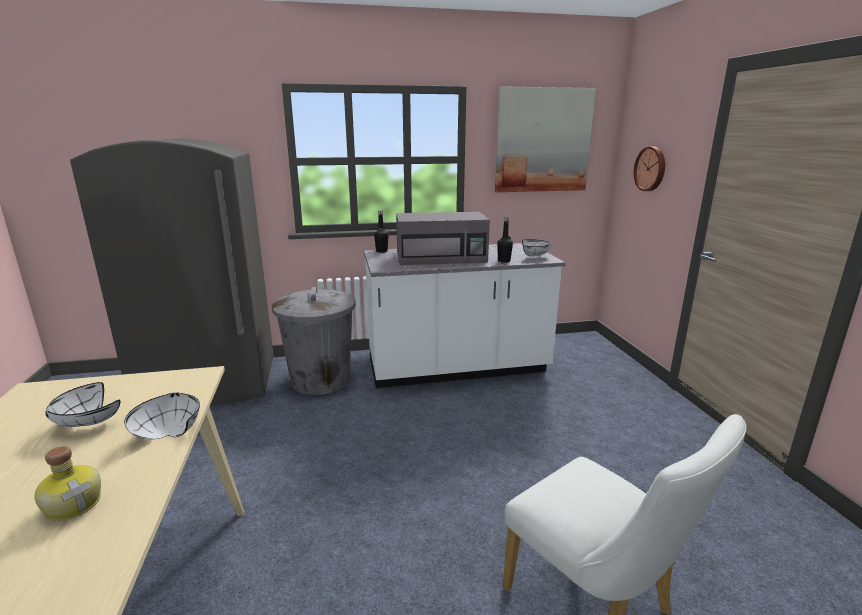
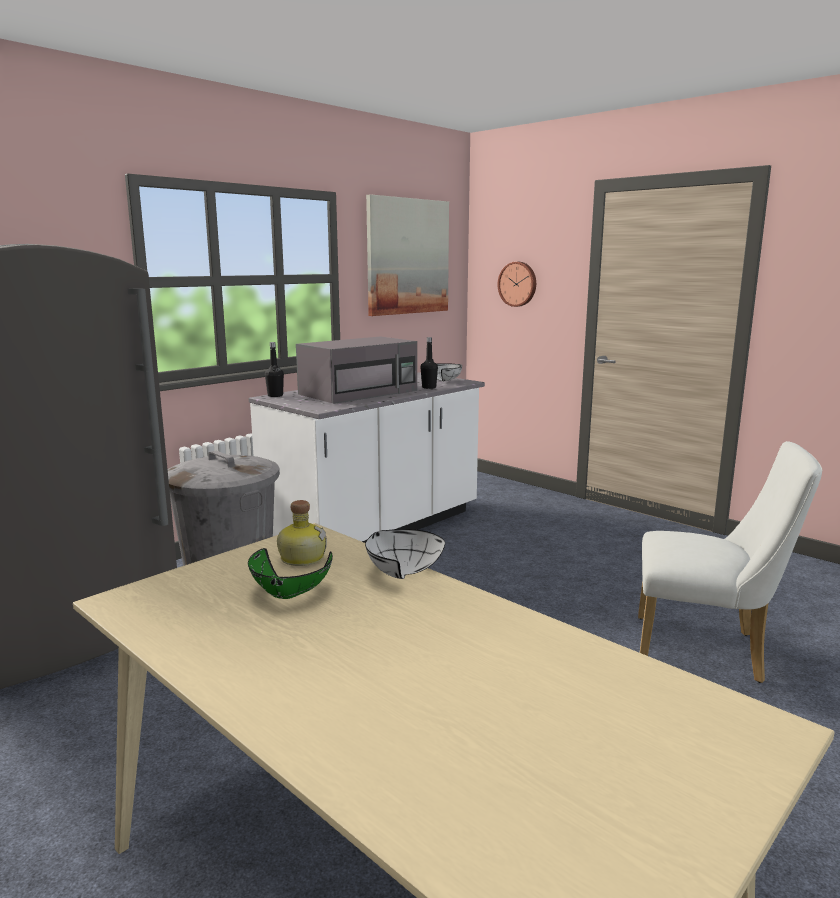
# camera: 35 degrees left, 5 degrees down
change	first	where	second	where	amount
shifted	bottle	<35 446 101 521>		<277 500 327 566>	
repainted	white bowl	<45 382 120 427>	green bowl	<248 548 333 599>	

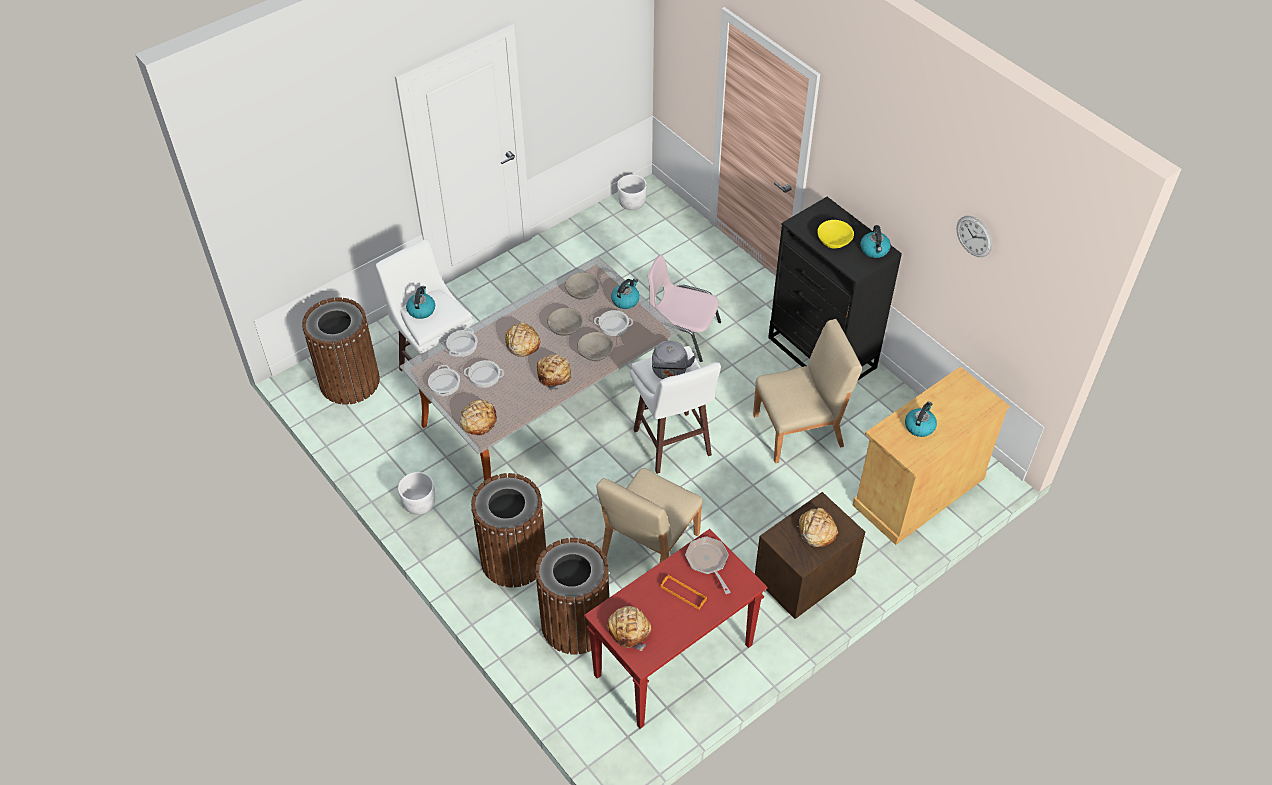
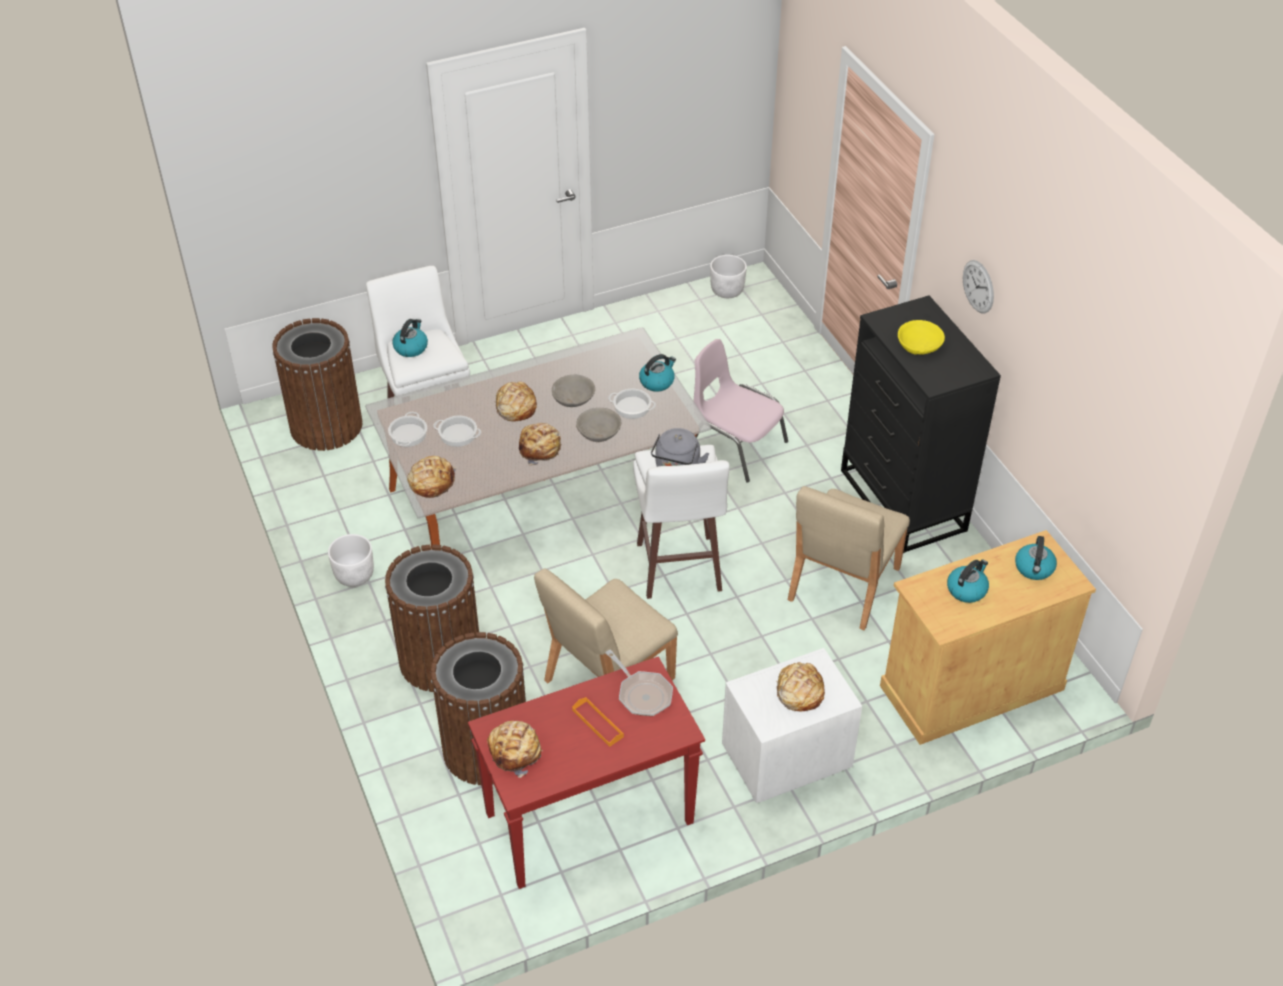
# camera: 15 degrees right, 5 degrees down
change	first	where	second	where	amount
gone	cooking pot	<446 328 477 357>			
gone	grey bowl	<565 272 600 300>			
rotated	frying pan	<685 536 730 594>		<605 649 673 716>	150 degrees clockwise
rotated	beige chair	<753 319 862 463>		<788 486 910 630>	120 degrees clockwise
repainted	brown nightstand	<755 492 865 619>	white nightstand	<722 648 862 803>	
shifted	kettle	<861 225 891 258>		<1015 536 1057 580>	
shifted	wall clock	<956 216 992 257>		<963 260 994 313>	

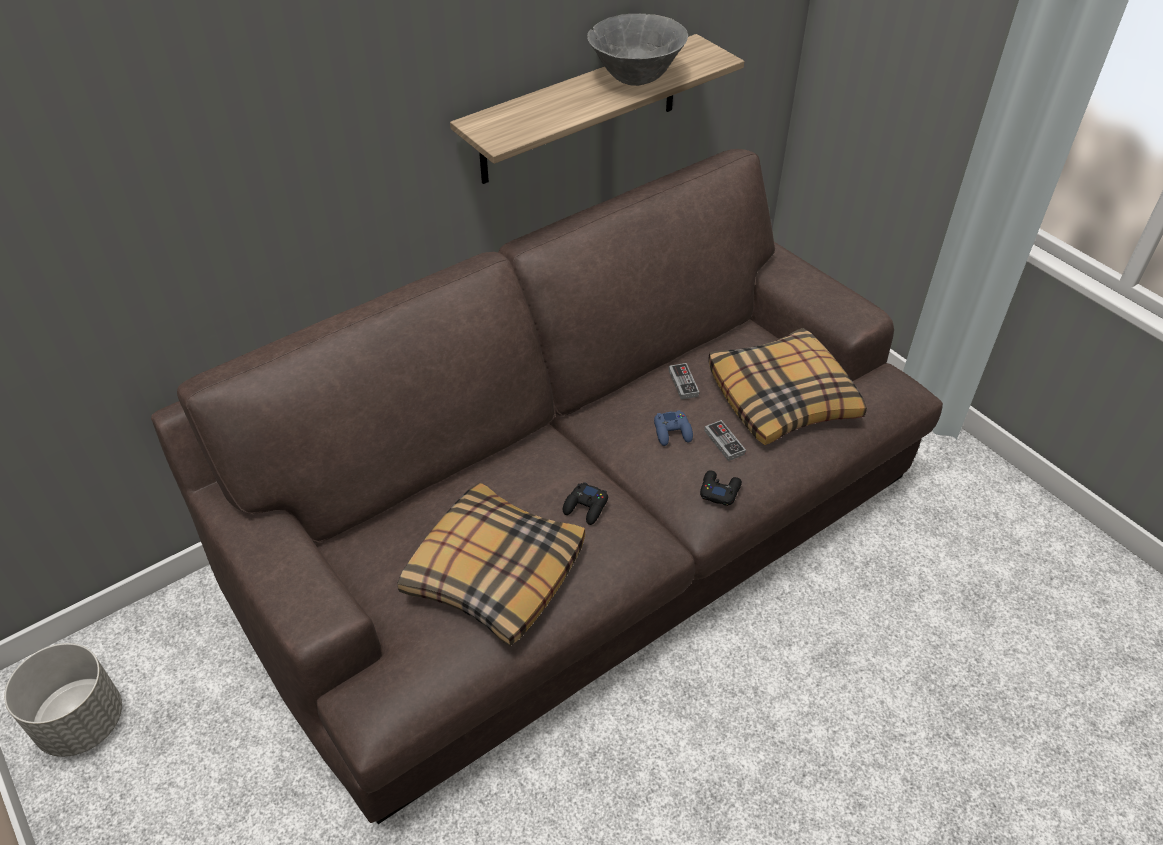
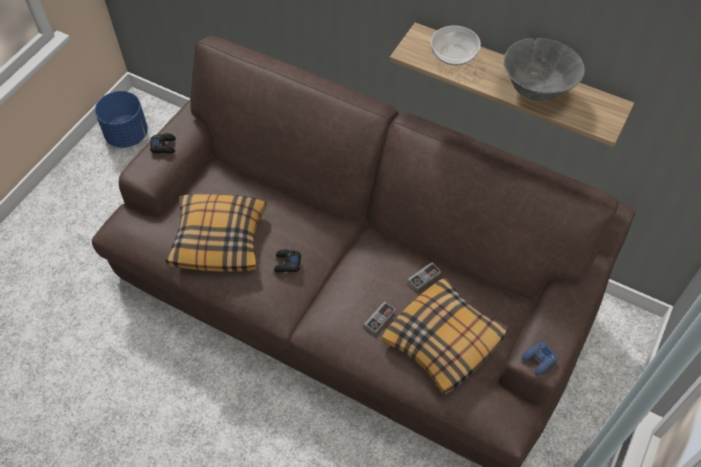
# camera: 65 degrees right, 10 degrees up
change	first	where	second	where	amount
repainted	grey planter	<4 643 122 757>	blue planter	<95 91 148 148>	
shifted	blue game controller	<654 410 693 446>		<522 342 558 376>	
shifted	black game controller	<700 471 742 506>		<150 133 176 153>	
new			bowl	<431 26 481 66>	

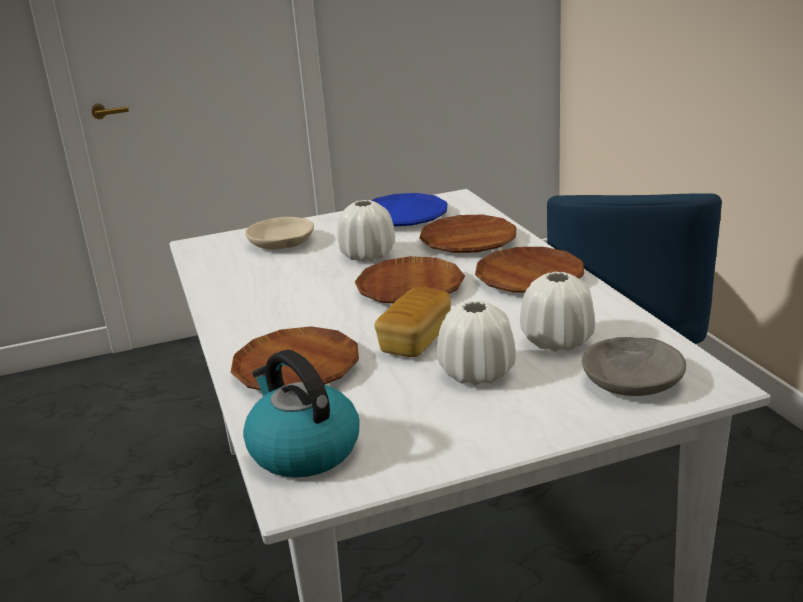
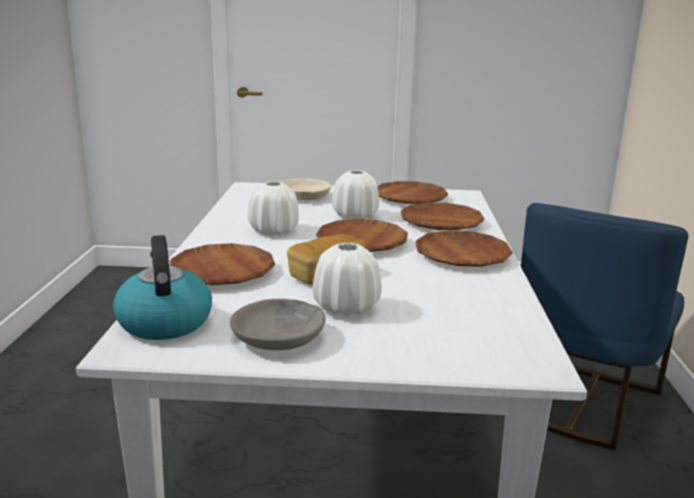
# camera: 20 degrees right, 5 degrees down
change	first	where	second	where	amount
repainted	blue plate	<371 193 447 226>	brown plate	<377 181 448 204>	
shifted	white vase	<520 272 595 352>		<248 181 299 235>	
shifted	grey bowl	<582 337 686 396>		<230 299 325 350>	

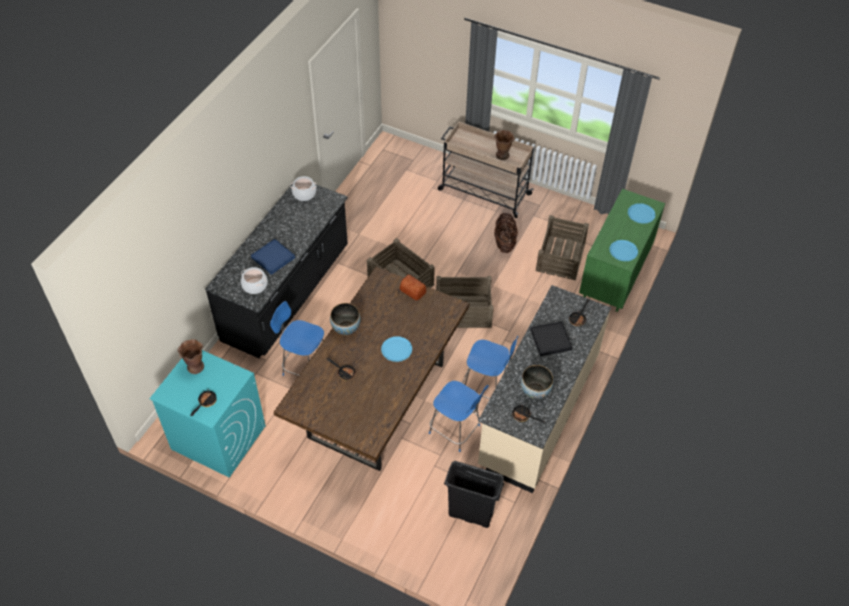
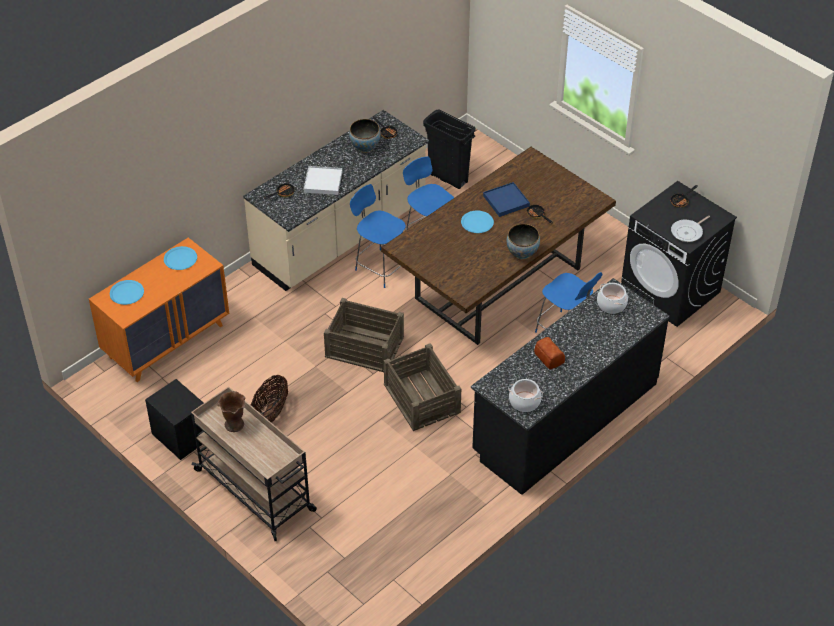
# camera: 160 degrees left, 5 degrees down
change	first	where	second	where	amount
repainted	turquoise washing machine	<149 350 266 478>	black washing machine	<621 181 737 327>	
swapped	brown vase	<177 339 204 374>	frying pan	<671 215 710 242>	
shifted	blue tray	<251 239 295 275>		<483 182 530 217>	
shifted	bread	<400 275 426 300>		<534 337 565 369>	
repainted	black tray	<530 321 572 356>	white tray	<304 166 342 195>	
gone	crate	<536 215 589 280>			
repainted	green dresser	<579 189 665 312>	orange dresser	<89 238 229 382>	
new			black nightstand	<145 379 204 460>	

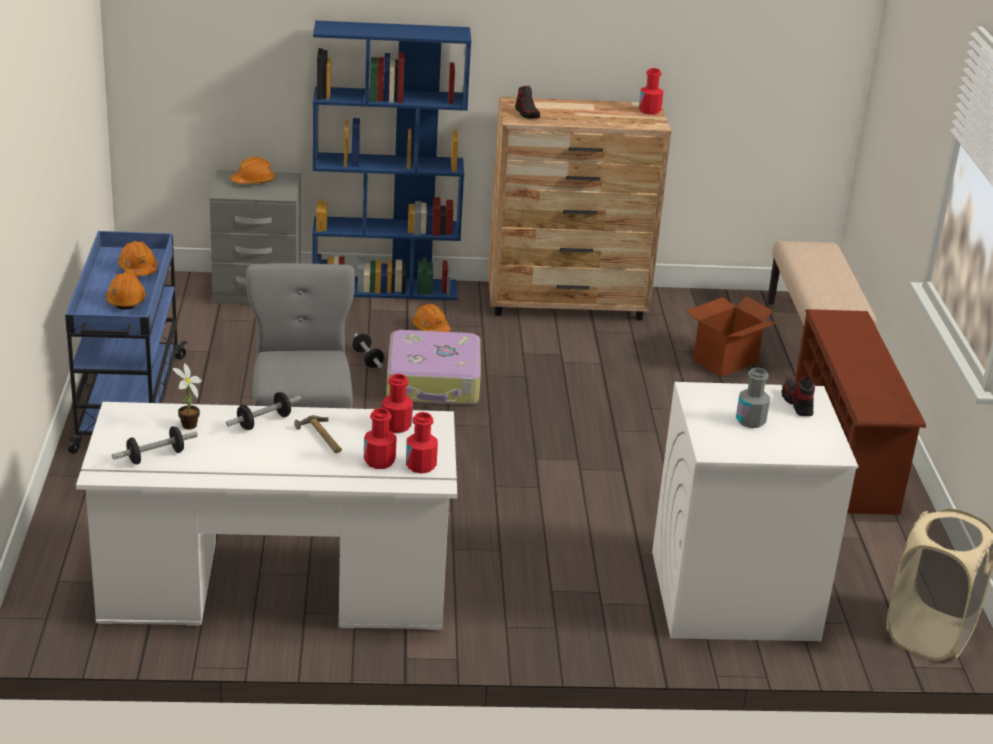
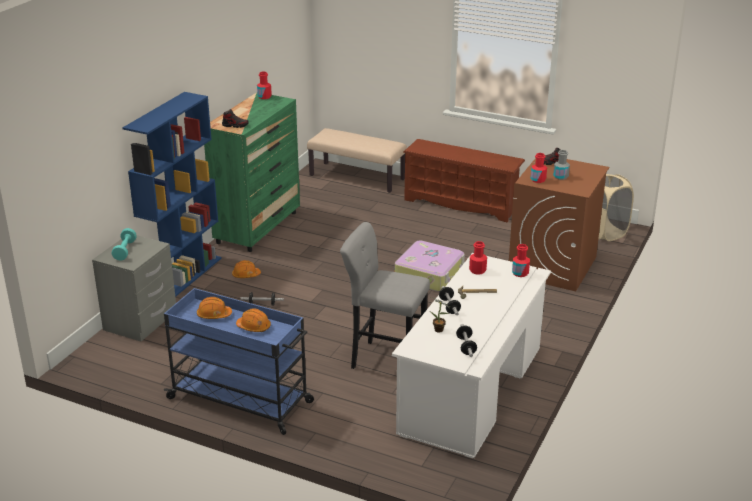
# camera: 60 degrees left, 0 degrees up
change	first	where	second	where	amount
swapped	orange hard hat	<231 157 275 184>	turquoise dumbbell	<112 228 137 261>	
shifted	red bottle	<364 408 397 469>		<531 153 547 183>	
shifted	suitcase	<386 330 481 405>		<395 240 465 292>	
repainted	brown dresser	<488 97 671 321>	green dresser	<204 92 300 252>	
repainted	white washing machine	<652 382 858 641>	brown washing machine	<509 155 609 291>	
gone	cardboard box	<686 296 778 377>			

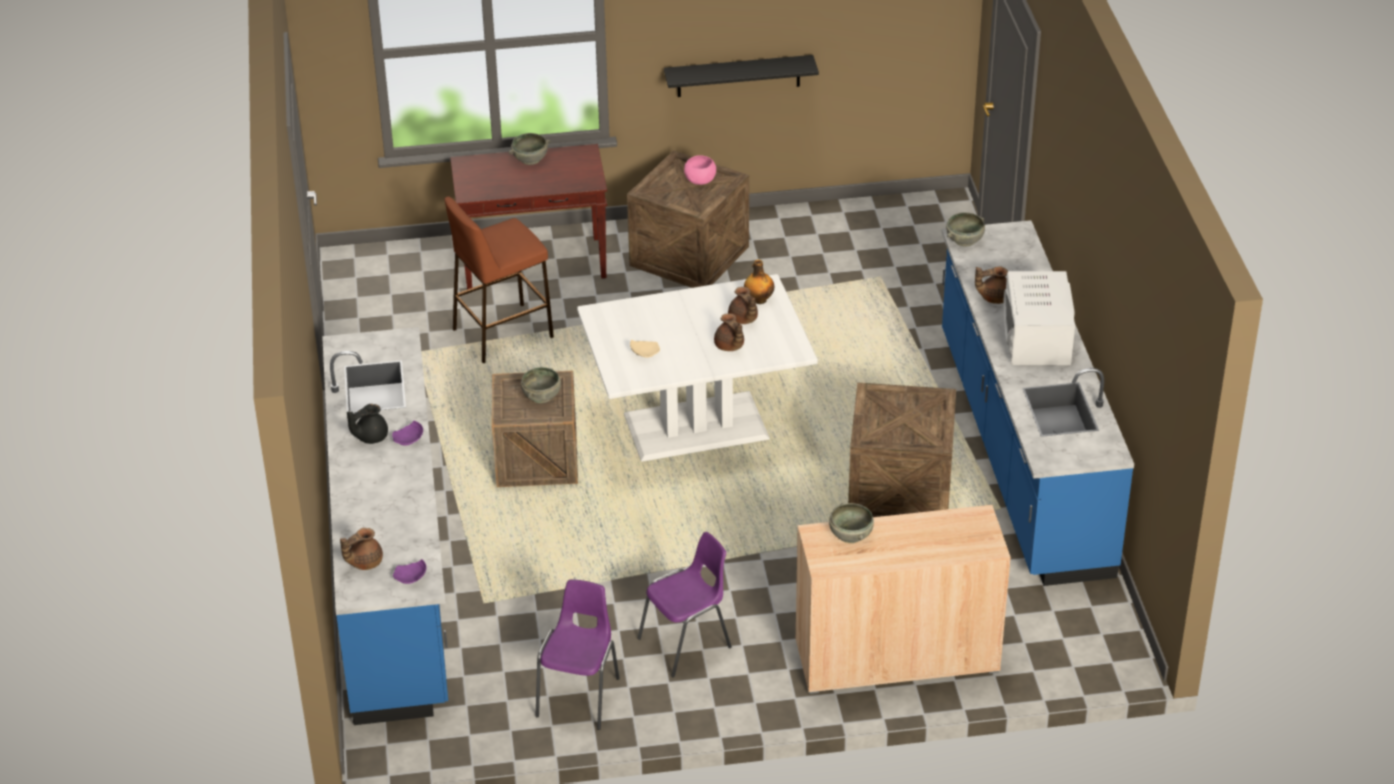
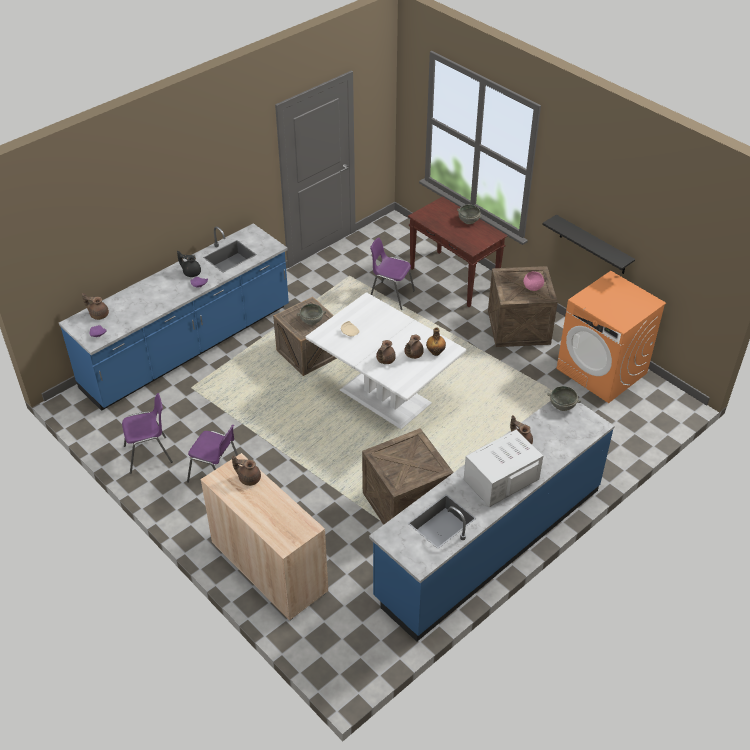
# camera: 55 degrees right, 5 degrees up
change	first	where	second	where	amount
swapped	brown stool	<445 196 554 363>	purple chair	<370 237 415 310>	
swapped	grey bowl	<829 503 874 543>	brown teapot	<232 456 261 486>	
new			orange washing machine	<556 271 666 403>	

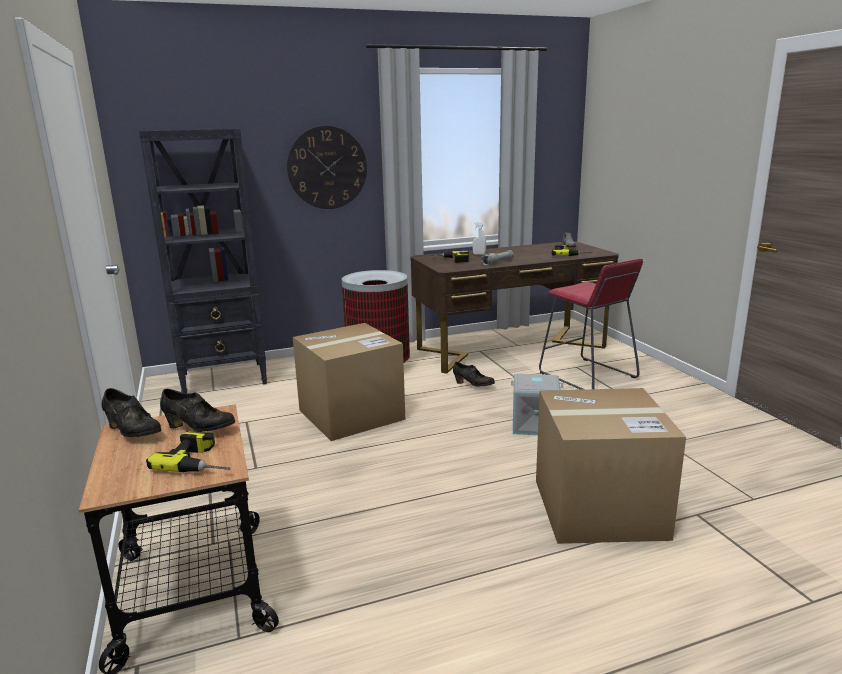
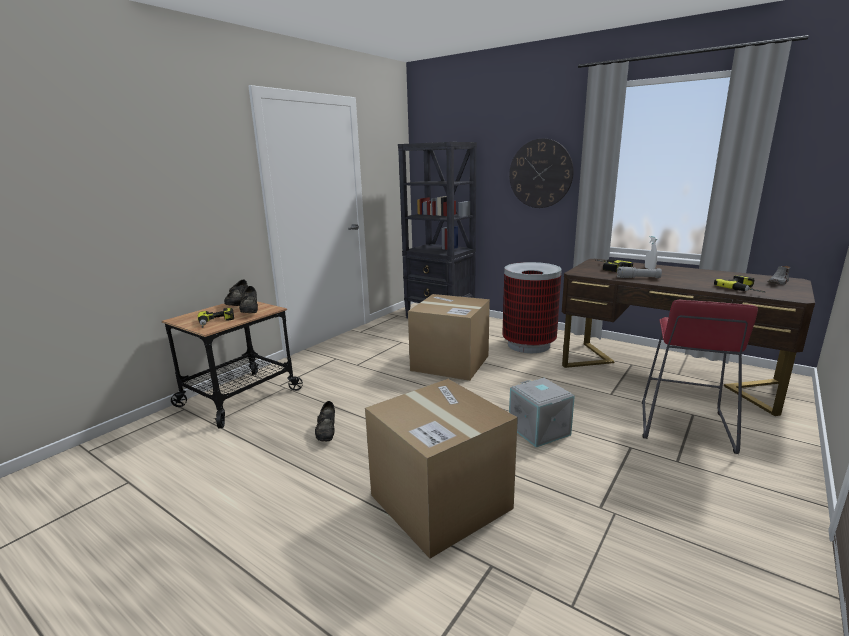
# camera: 55 degrees right, 0 degrees up
change	first	where	second	where	amount
shifted	black shoe	<453 362 495 386>		<315 401 335 442>	

